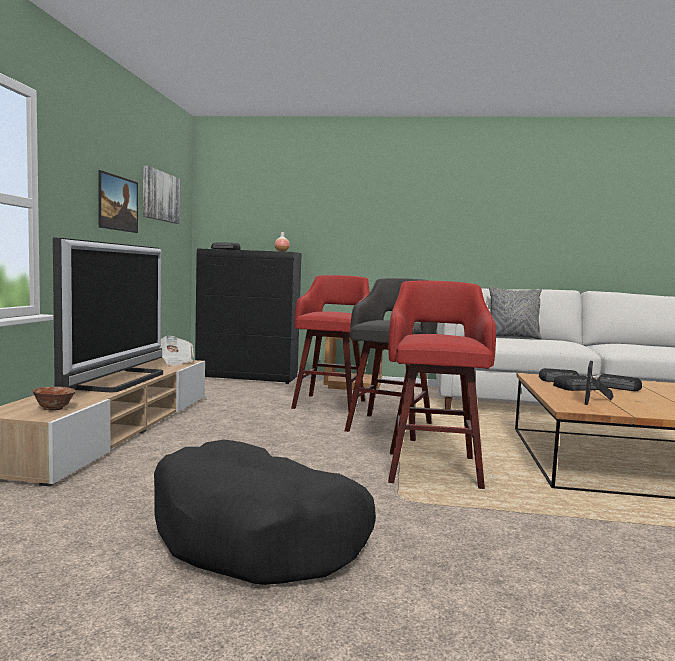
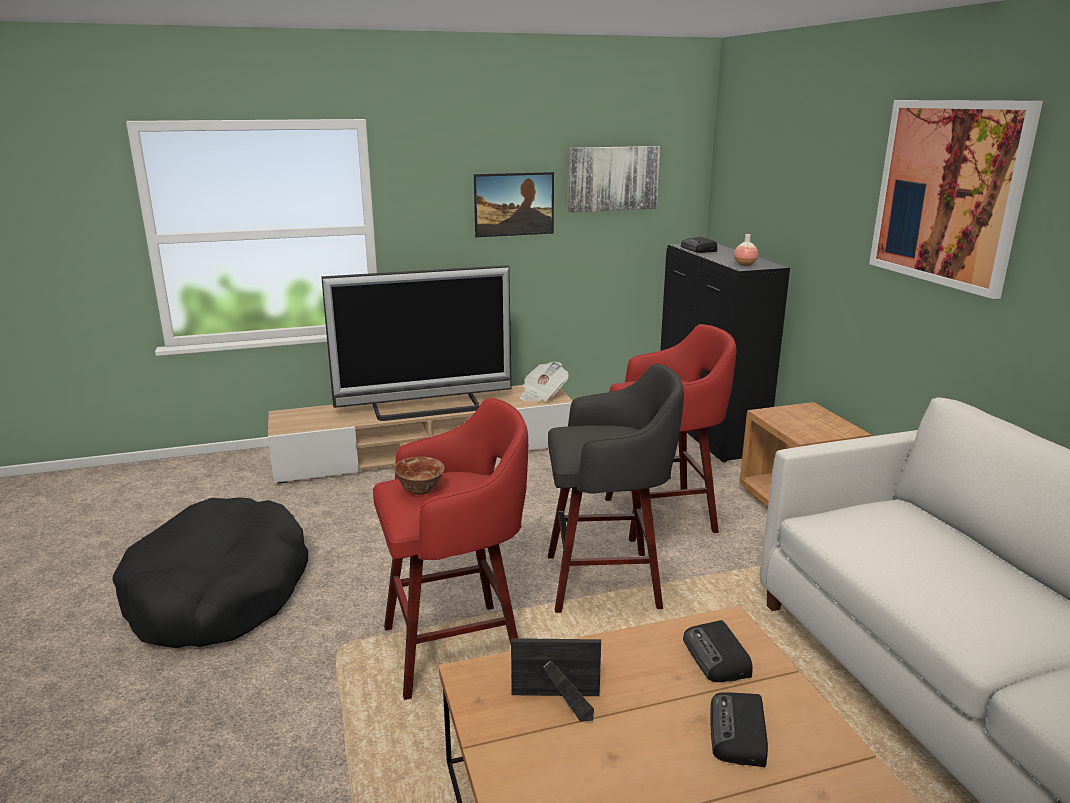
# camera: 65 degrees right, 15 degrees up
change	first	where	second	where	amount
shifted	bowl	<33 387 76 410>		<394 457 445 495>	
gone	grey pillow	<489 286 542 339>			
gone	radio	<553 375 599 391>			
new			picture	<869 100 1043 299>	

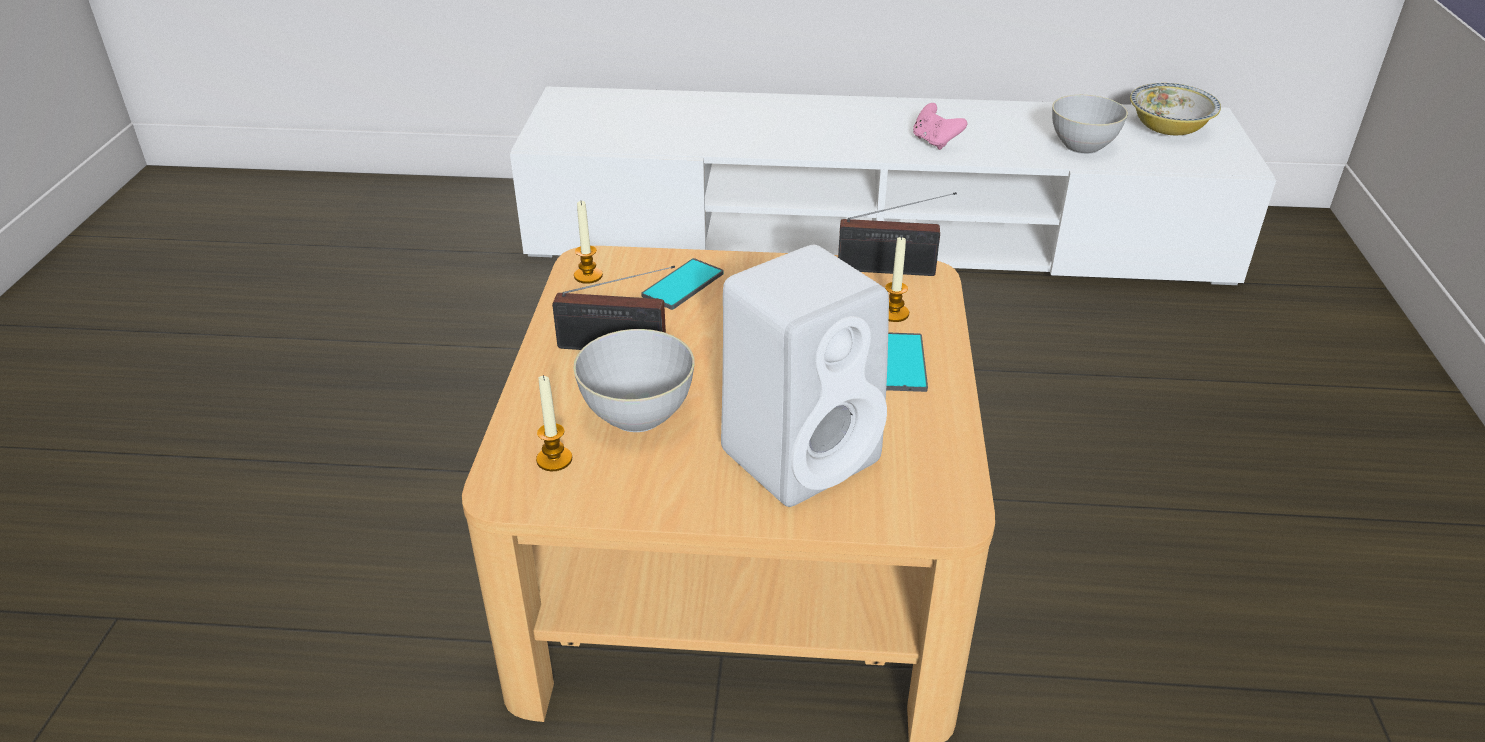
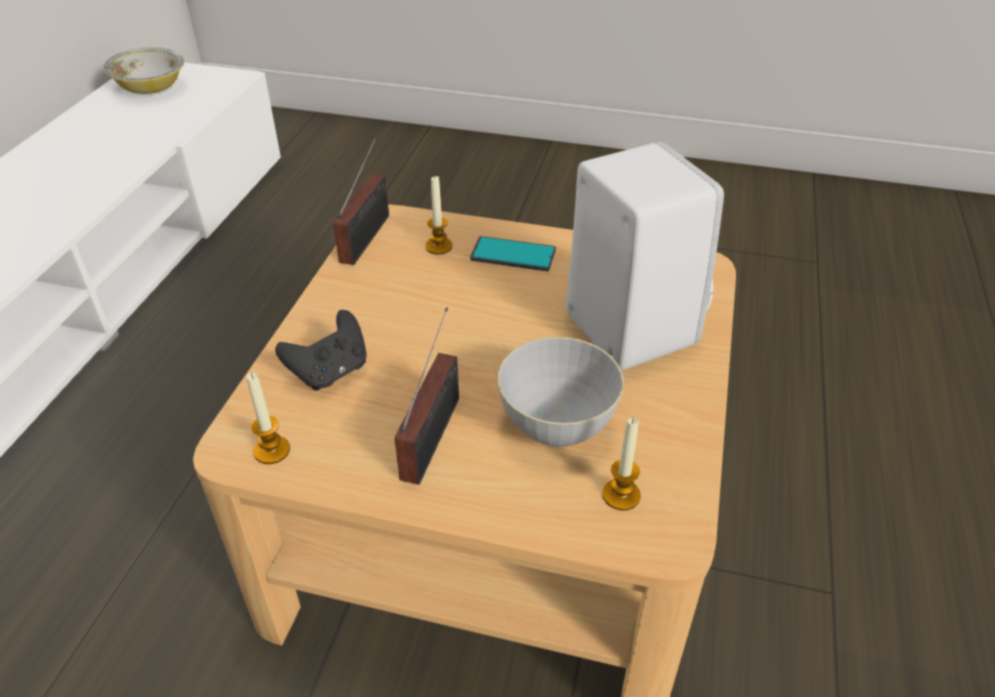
# camera: 80 degrees left, 5 degrees up
change	first	where	second	where	amount
swapped	phone	<641 258 724 310>	black game controller	<275 310 367 391>	
gone	pink game controller	<913 103 968 150>			
gone	grey bowl	<1052 95 1128 154>			

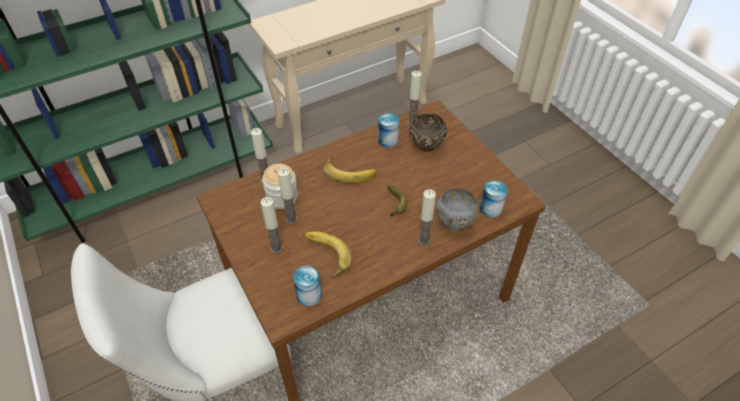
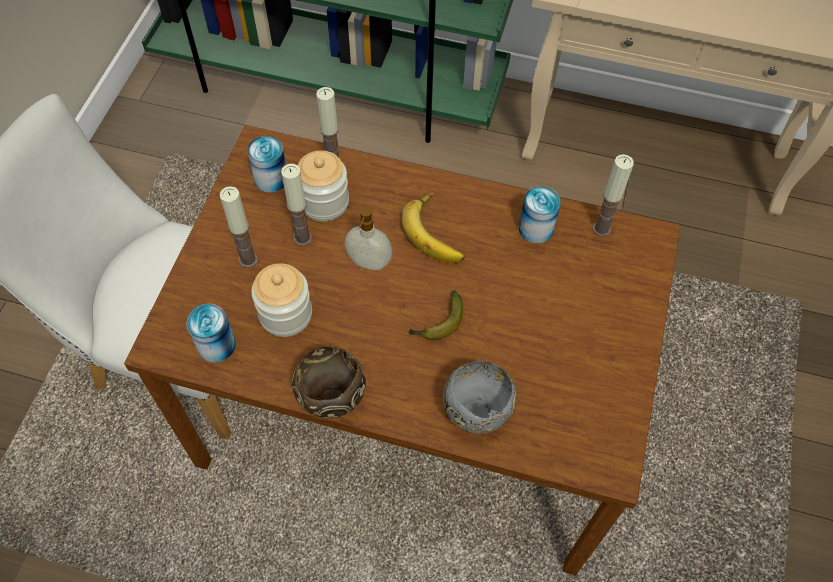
# camera: 45 degrees right, 10 degrees up
change	first	where	second	where	amount
swapped	banana	<304 231 352 277>	jar	<251 263 312 337>	
shifted	brown bowl	<409 114 447 152>		<292 346 366 419>	
gone	candle	<418 189 436 246>			
shifted	can	<480 180 508 217>		<247 136 286 193>	
new			soap dispenser	<345 205 392 270>	

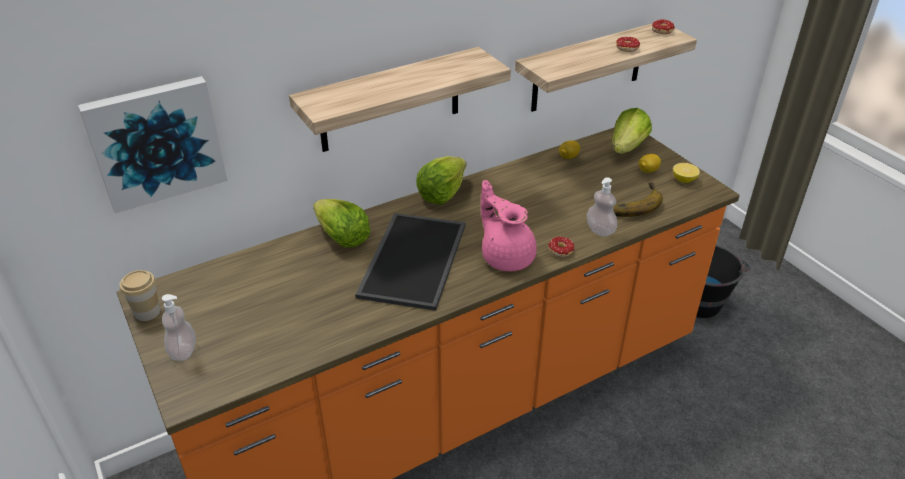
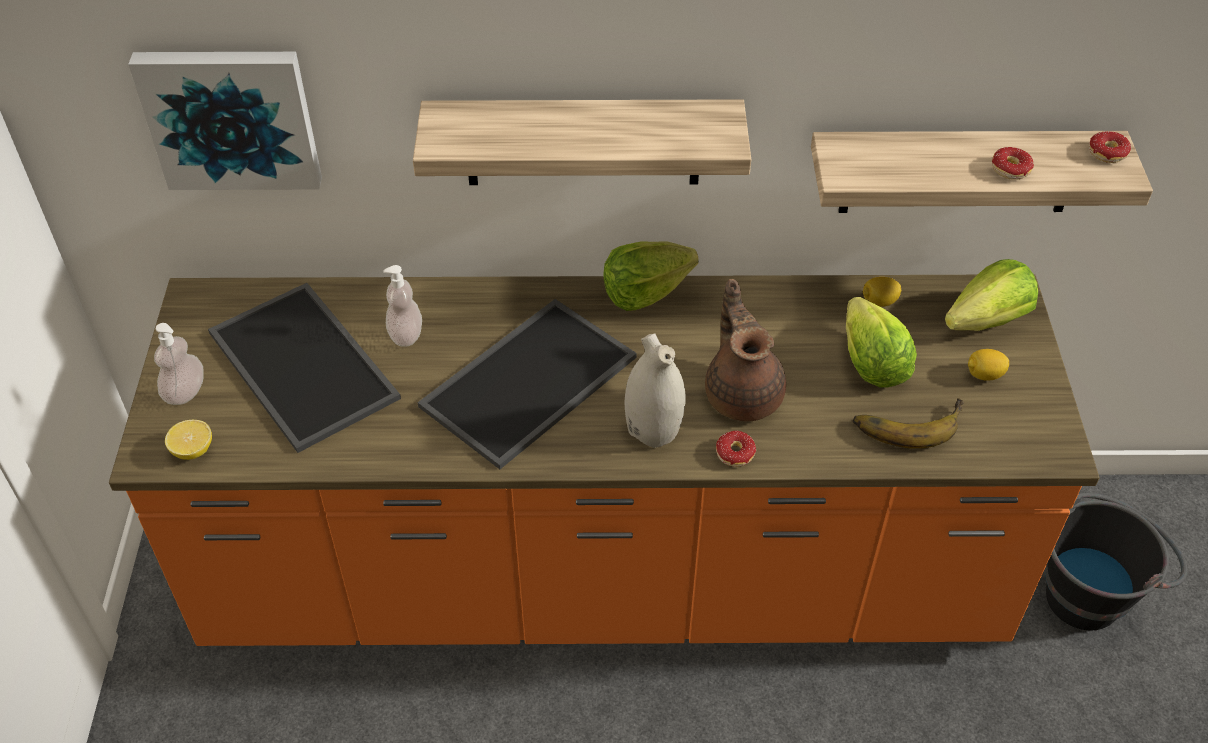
# camera: 30 degrees right, 10 degrees up
change	first	where	second	where	amount
gone	cup	<120 270 160 321>			
shifted	lettuce	<313 199 371 248>		<846 297 917 388>	
swapped	pink teapot	<481 180 537 271>	white vase	<625 333 686 448>	
shifted	soap dispenser	<587 177 617 236>		<384 265 422 347>	
shifted	lemon	<673 163 700 183>		<165 420 212 460>	
new			tray	<208 283 401 453>	
new			brown teapot	<705 279 786 422>	

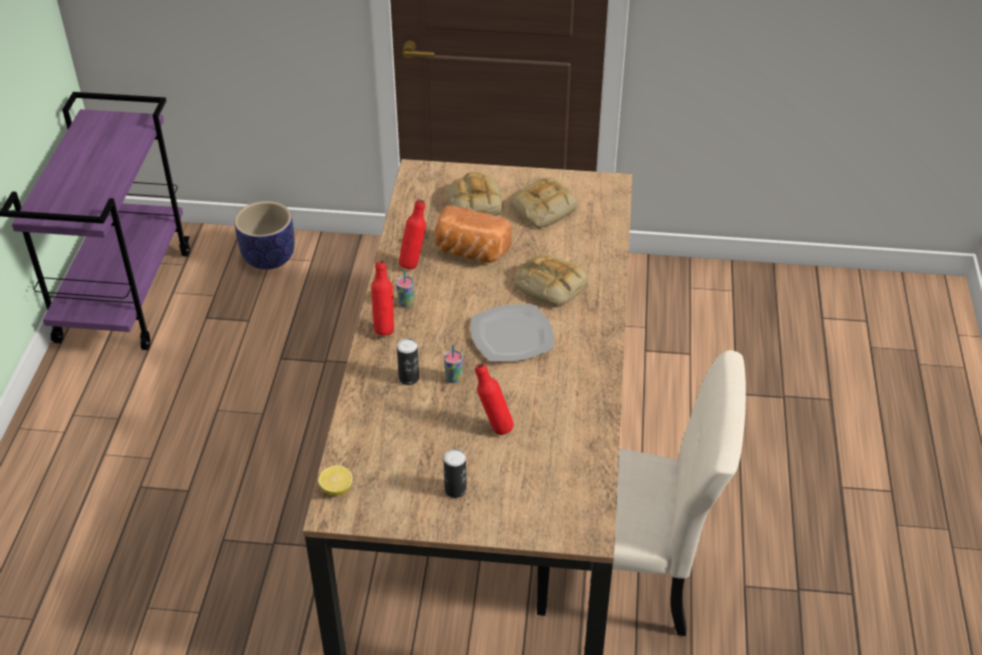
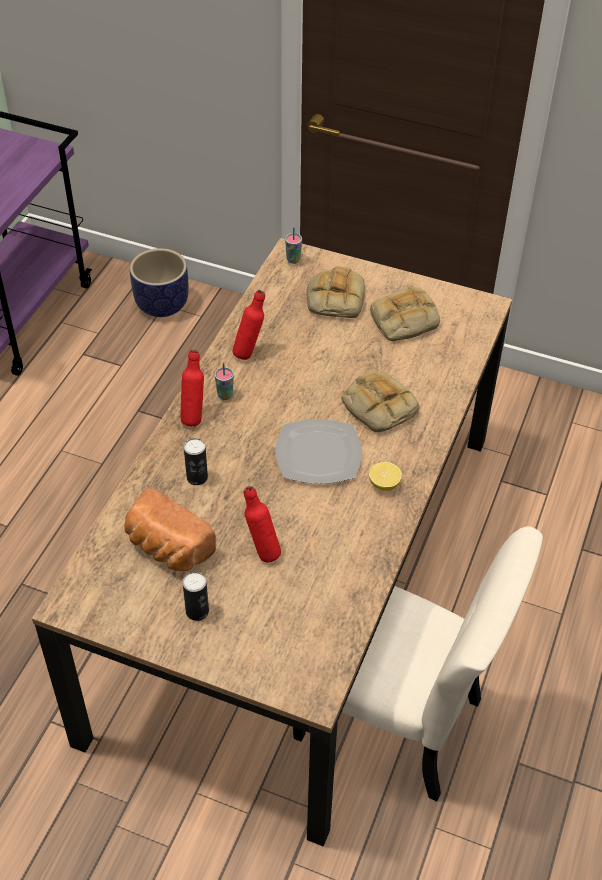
# camera: 15 degrees right, 5 degrees up
change	first	where	second	where	amount
shifted	lemon	<318 465 353 495>		<369 462 402 491>	
shifted	bread	<435 205 512 263>		<124 488 216 571>	
shifted	cup	<443 345 463 383>		<285 227 302 264>	

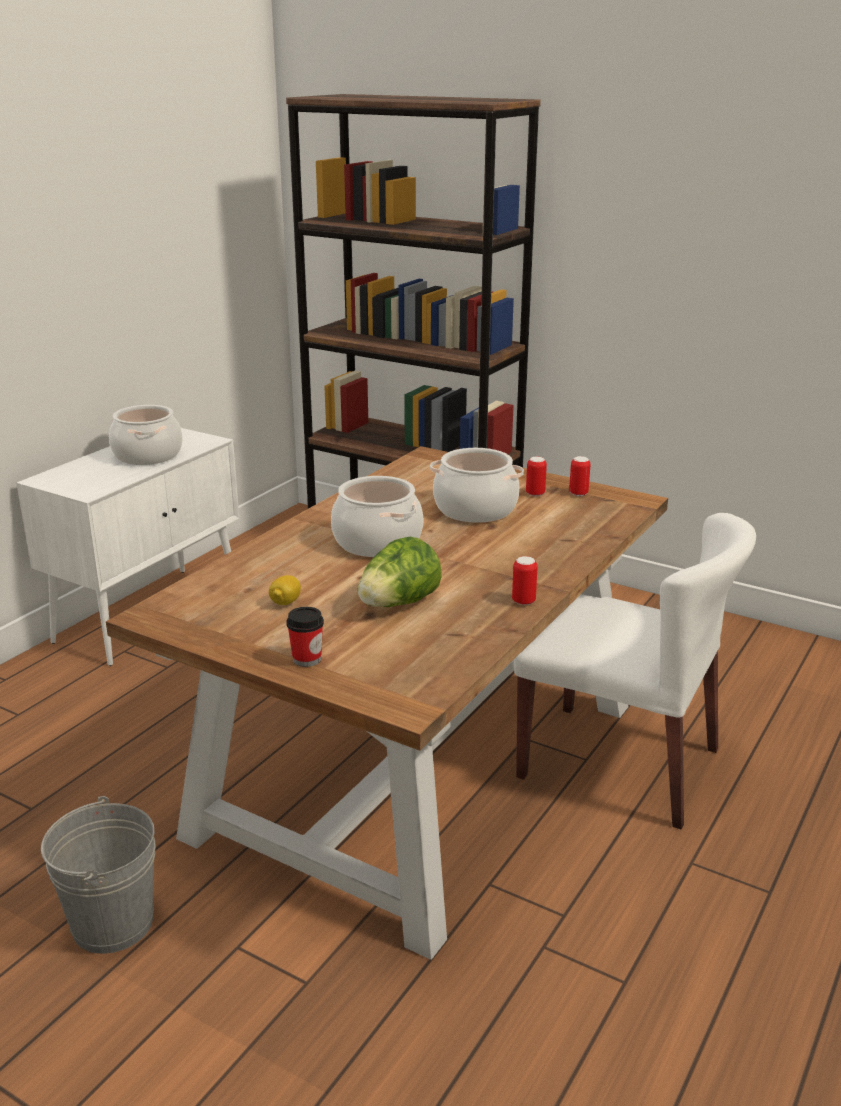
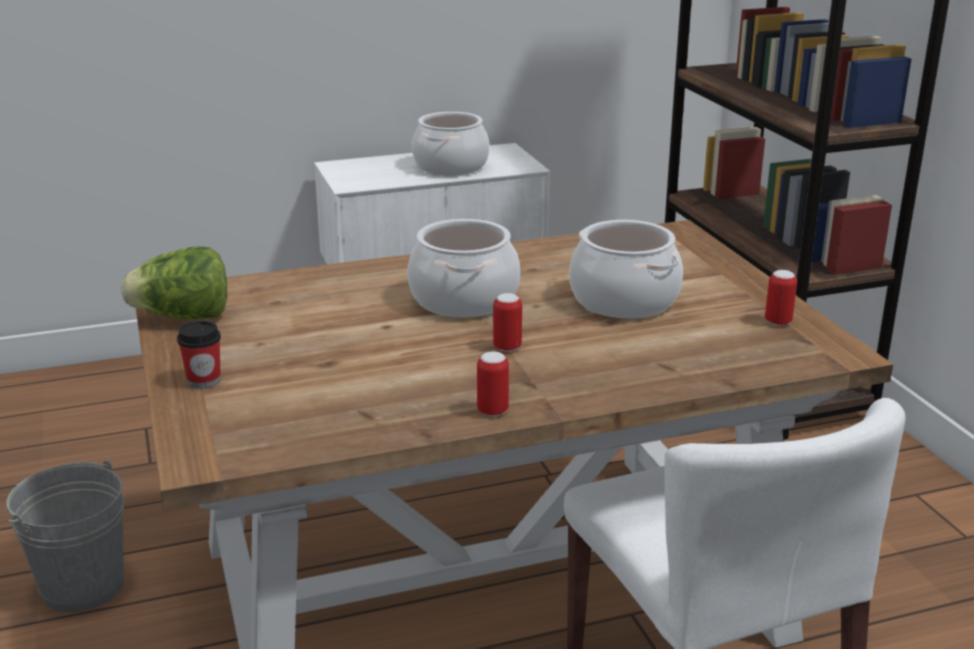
# camera: 40 degrees right, 0 degrees up
change	first	where	second	where	amount
gone	lemon	<269 575 301 605>			
shifted	lettuce	<358 537 442 607>		<121 246 227 319>	
shifted	can	<526 456 547 496>		<493 293 522 352>	

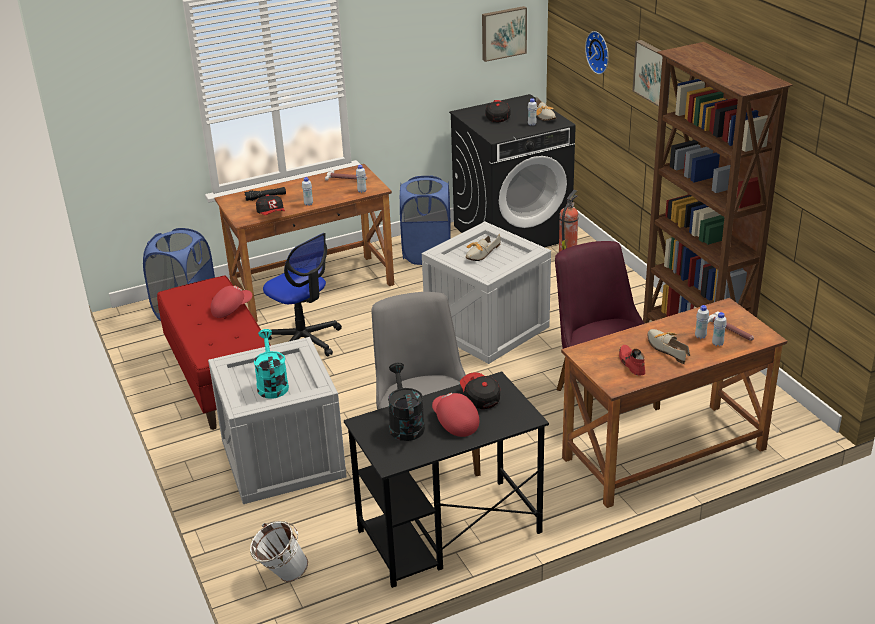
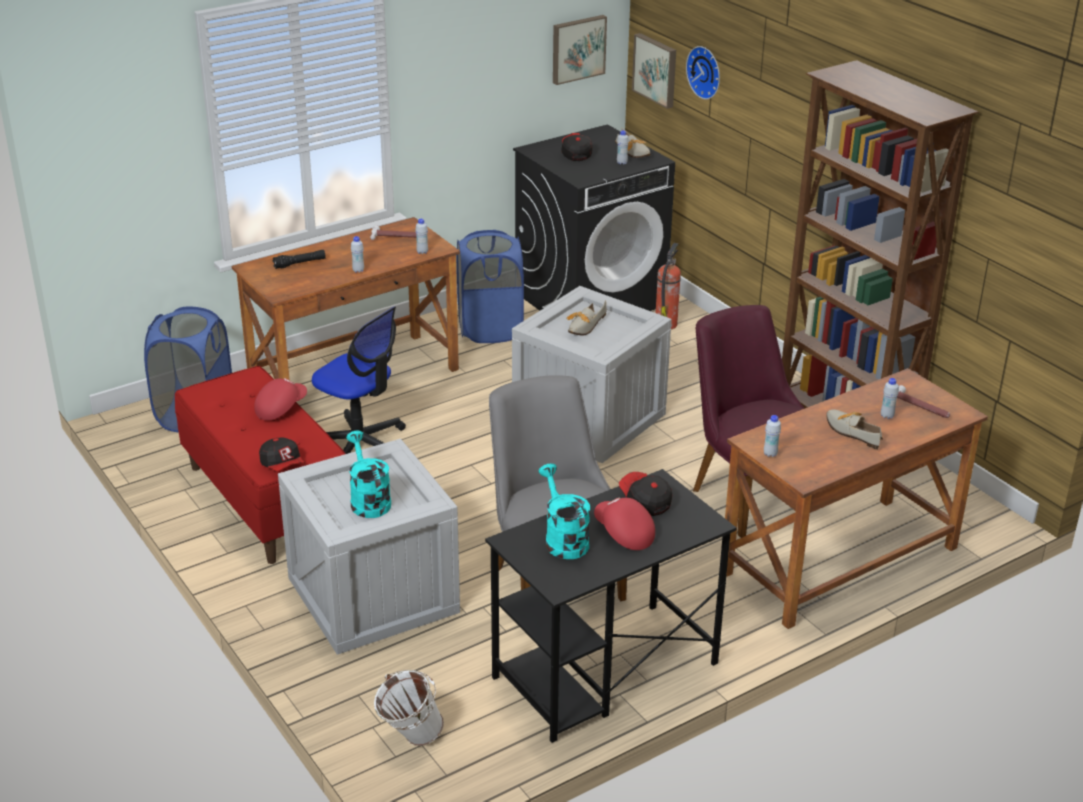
# camera: 10 degrees left, 0 degrees up
change	first	where	second	where	amount
shifted	cap	<256 195 285 215>		<259 437 304 471>	
repainted	black watering can	<388 363 425 441>	turquoise watering can	<539 464 590 559>	
gone	red shoe	<619 345 645 376>			
shifted	picture	<632 40 671 108>		<632 33 676 109>	
shifted	white bottle	<712 312 727 346>		<764 415 781 457>	

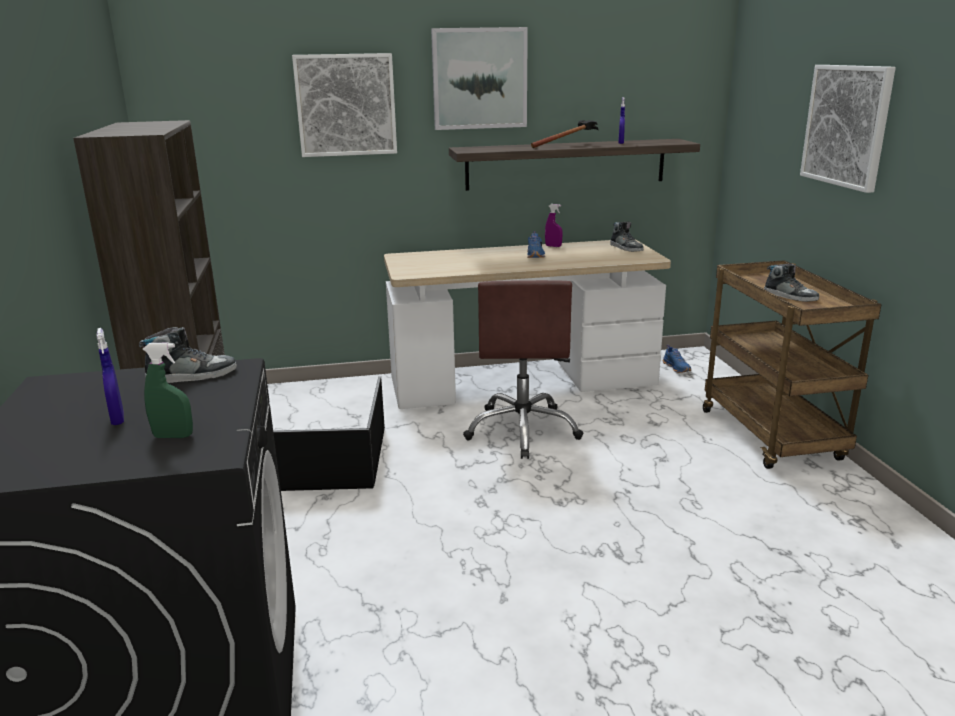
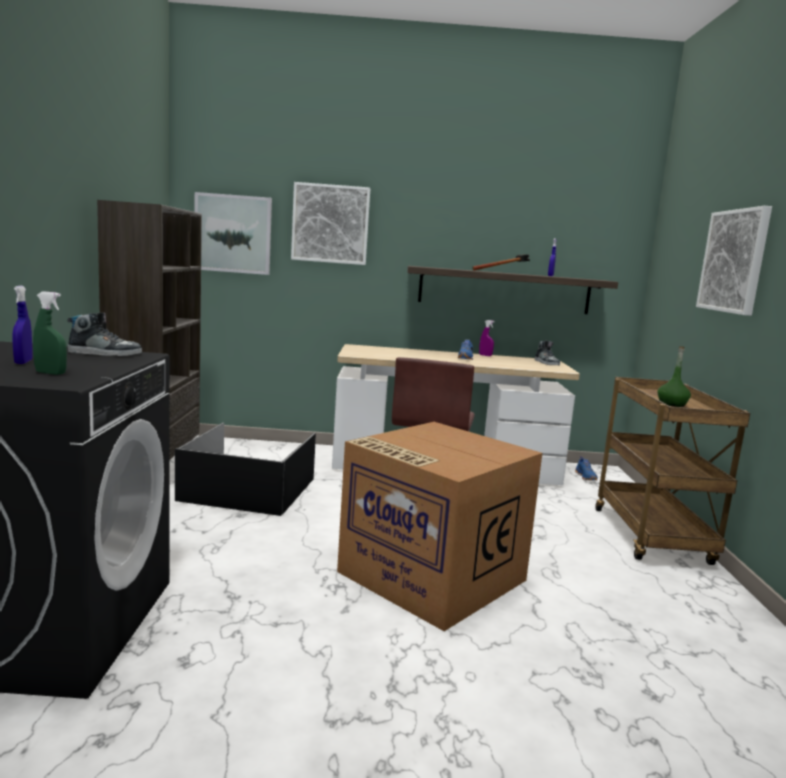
# camera: 10 degrees right, 10 degrees down
change	first	where	second	where	amount
shifted	picture	<431 27 528 130>		<194 192 272 275>	
swapped	shoe	<764 264 819 302>	green bottle	<657 346 691 407>	
new			cardboard box	<337 422 542 631>	

